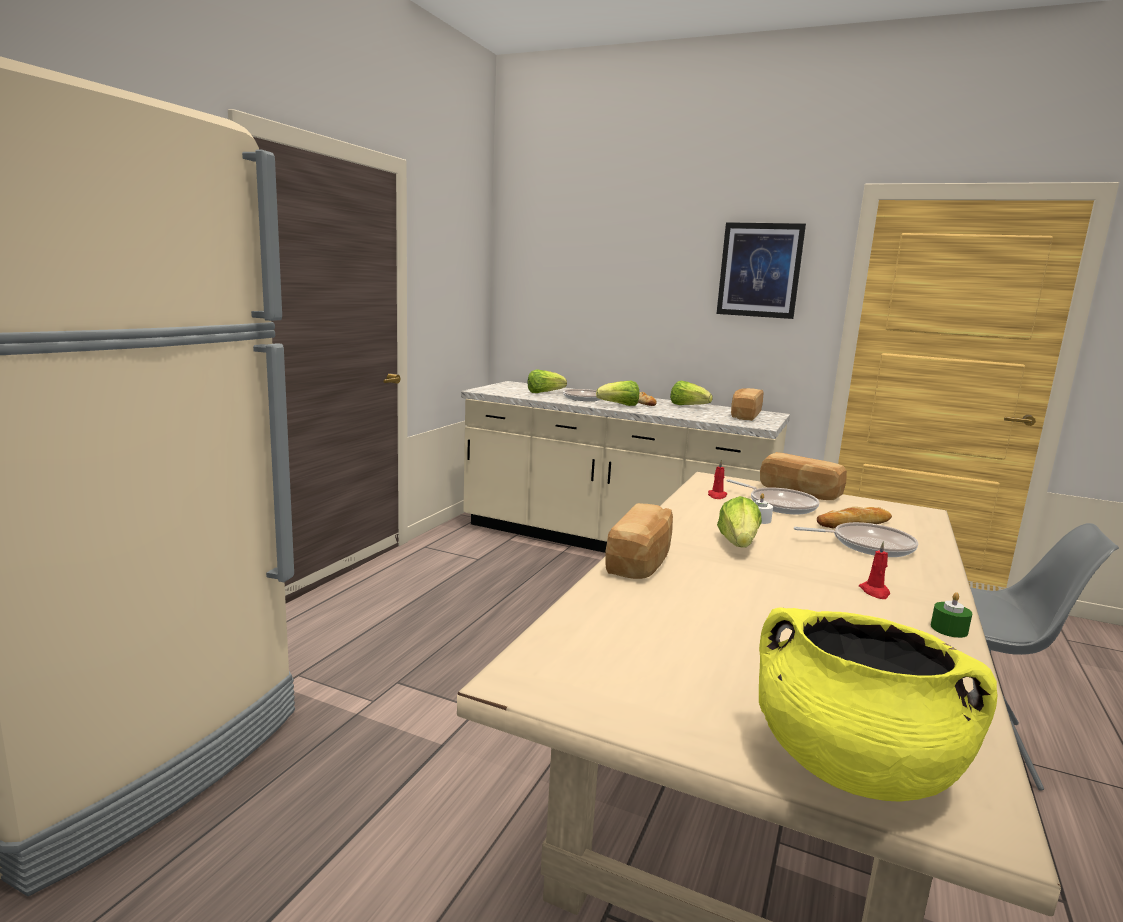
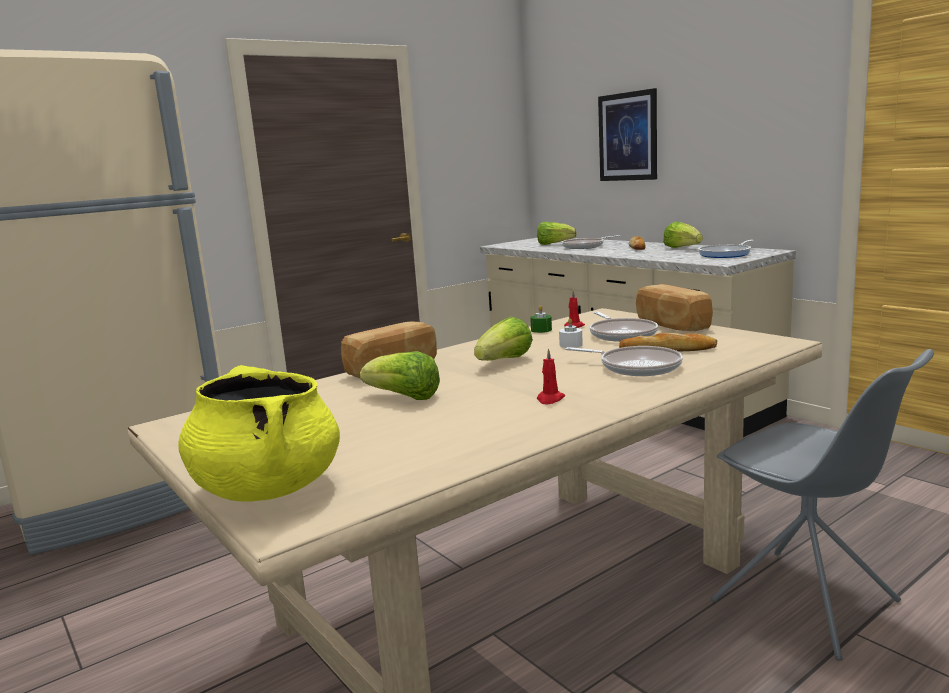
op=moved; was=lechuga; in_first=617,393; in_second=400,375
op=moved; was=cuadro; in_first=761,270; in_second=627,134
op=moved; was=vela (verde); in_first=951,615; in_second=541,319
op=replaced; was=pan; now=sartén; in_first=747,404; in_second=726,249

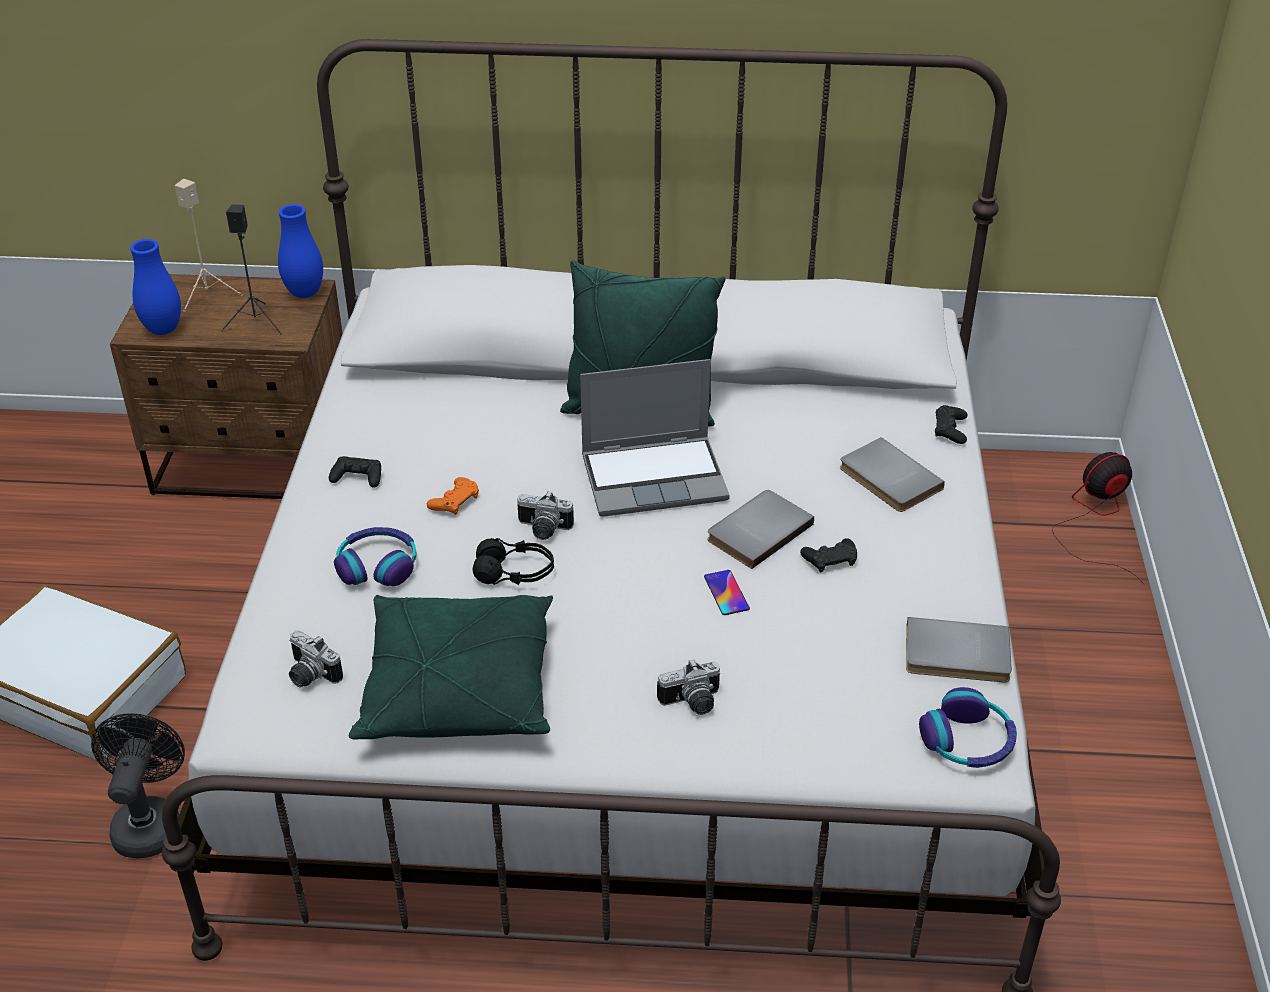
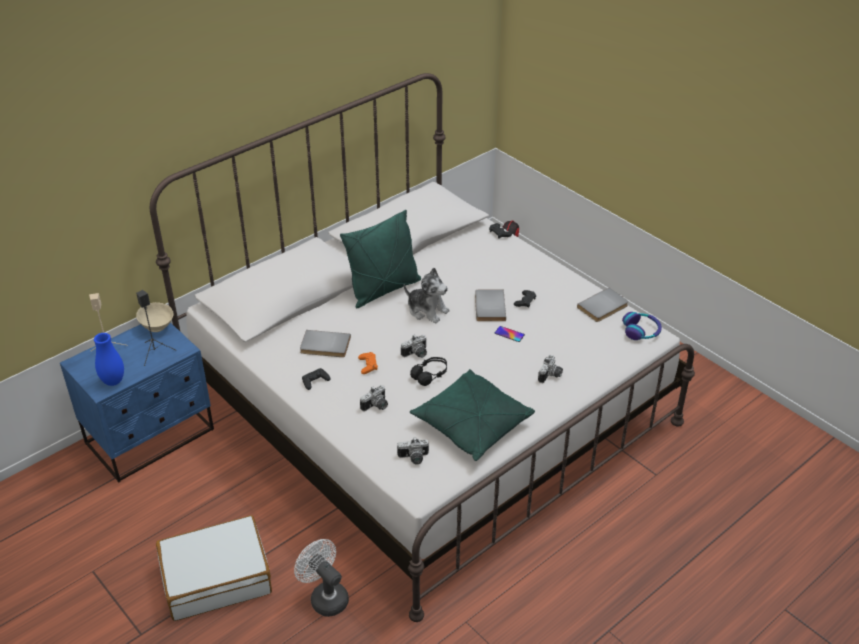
op=moved; was=libro (gris); in_first=892,474; in_second=325,343
op=replaced; was=florero (azul); now=cuenco (beis); in_first=300,251; in_second=155,317
op=replaced; was=auriculares; now=cámara; in_first=375,556; in_second=374,398
op=replaced; was=portátil; now=peluche; in_first=655,438; in_second=427,295
op=recoloured; was=ventilador (negro); now=ventilador (blanco); in_first=138,785; in_second=321,578
op=recoloured; was=mesita de noche (marrón); now=mesita de noche (azul); in_first=226,386; in_second=137,402

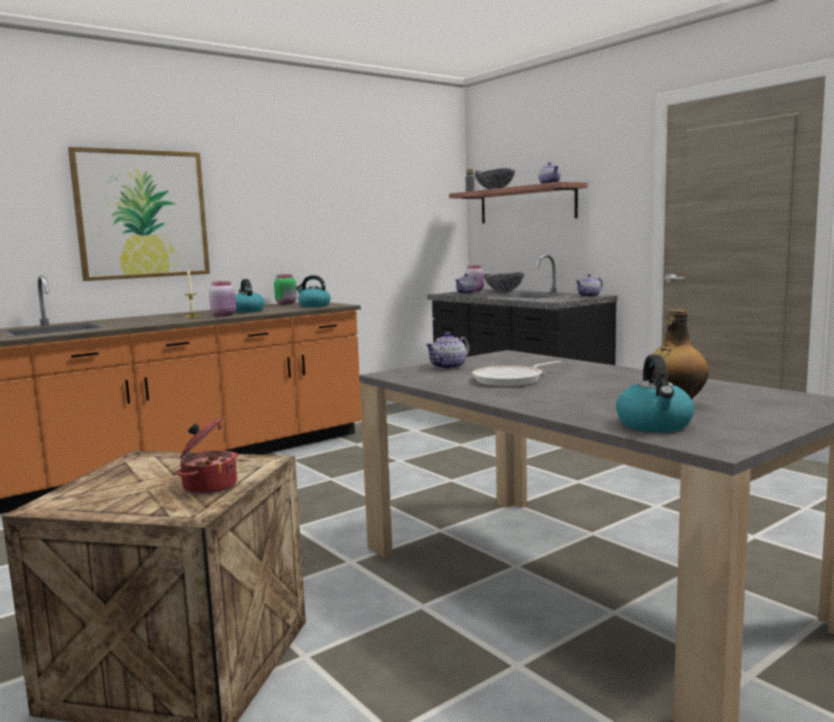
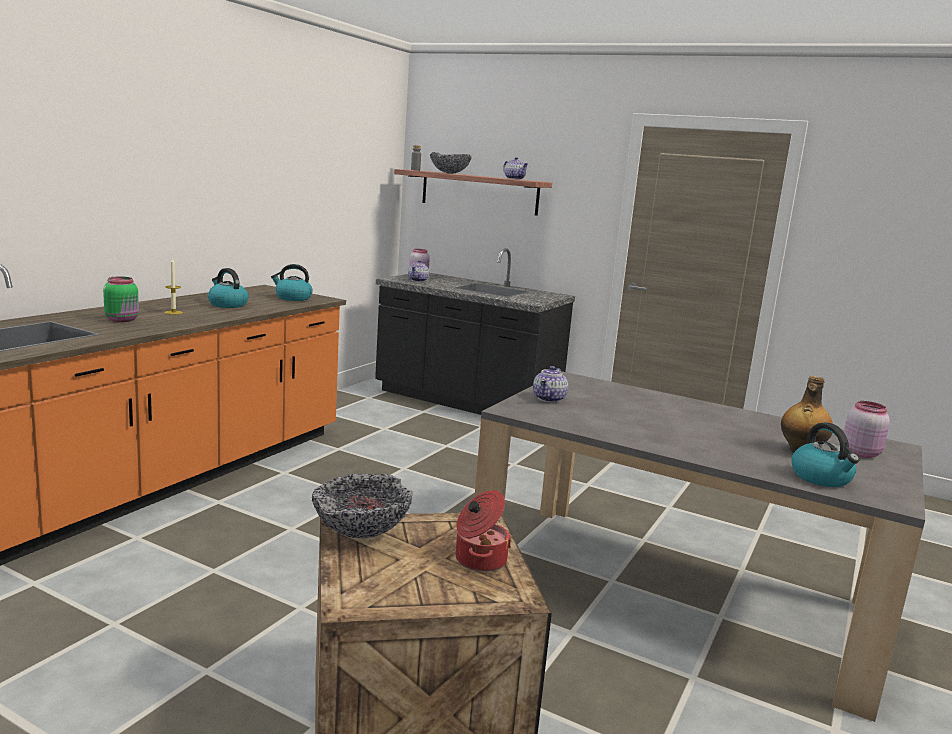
op=removed; was=cuadro; in_first=139,214
op=removed; was=sartén; in_first=516,374
op=removed; was=tetera; in_first=589,285
op=moved; was=tarro (rosa); in_first=222,298; in_second=867,429
op=moved; was=tarro (verde); in_first=285,289; in_second=121,299
op=moved; was=cuenco; in_first=504,282; in_second=362,506

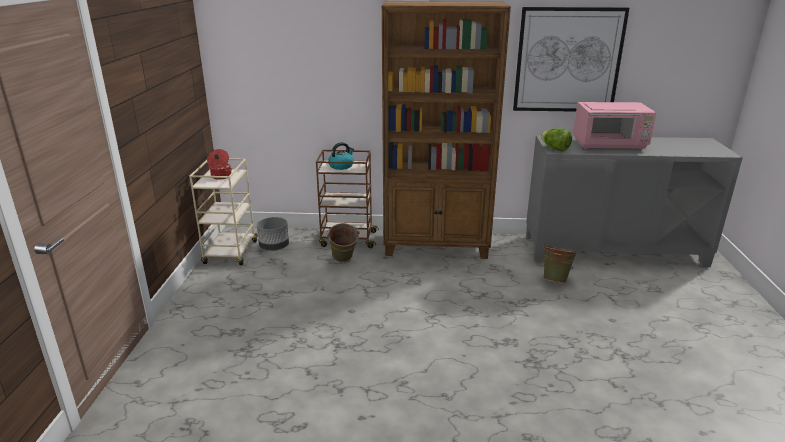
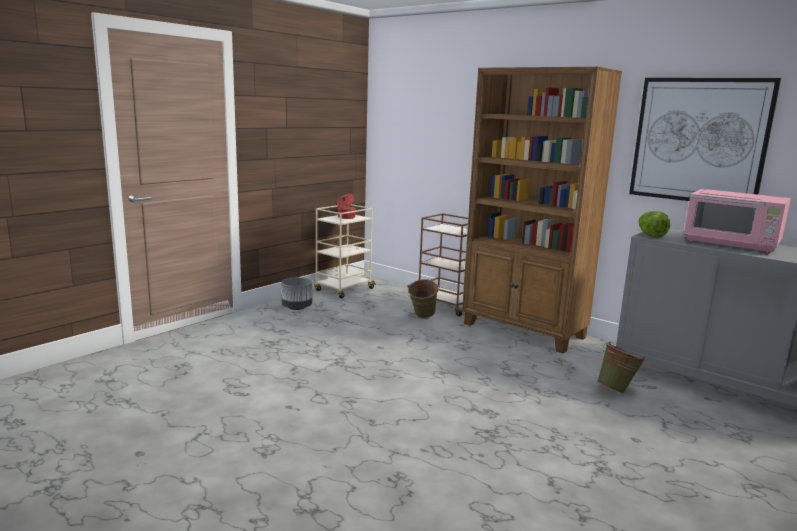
op=removed; was=hervidor; in_first=341,156
op=moved; was=maceta (gris); in_first=273,234; in_second=296,293

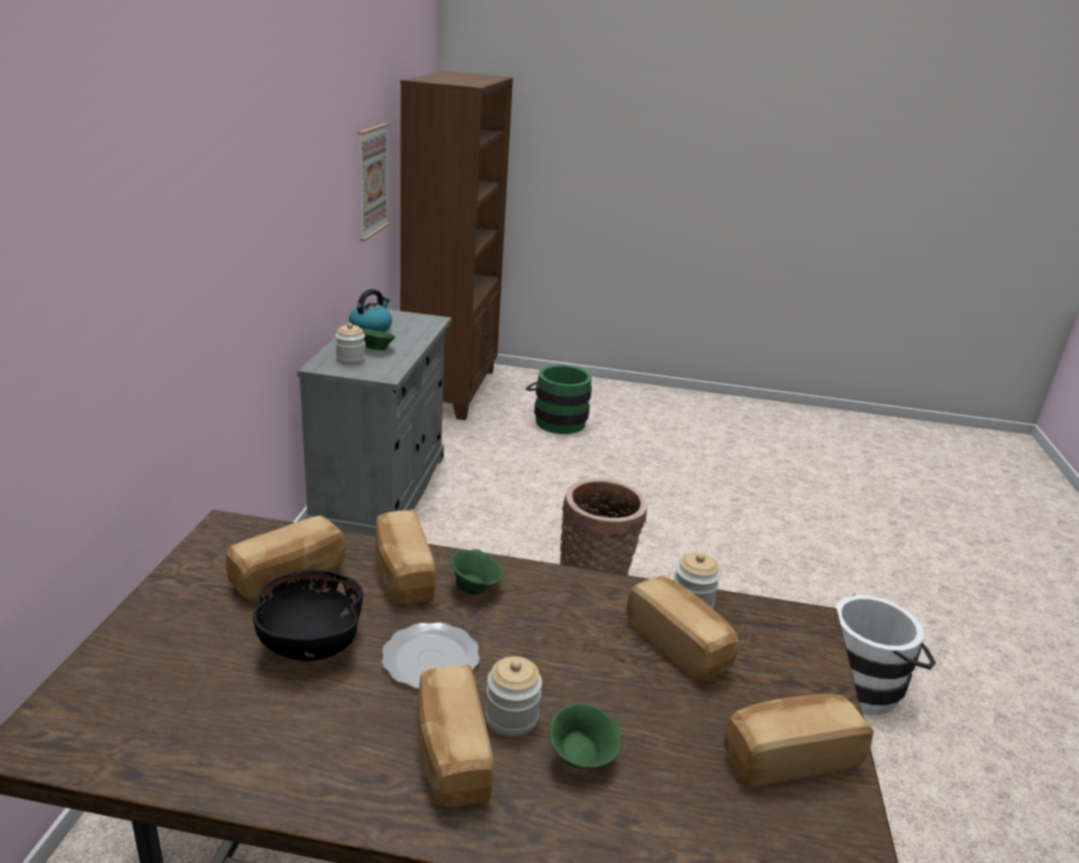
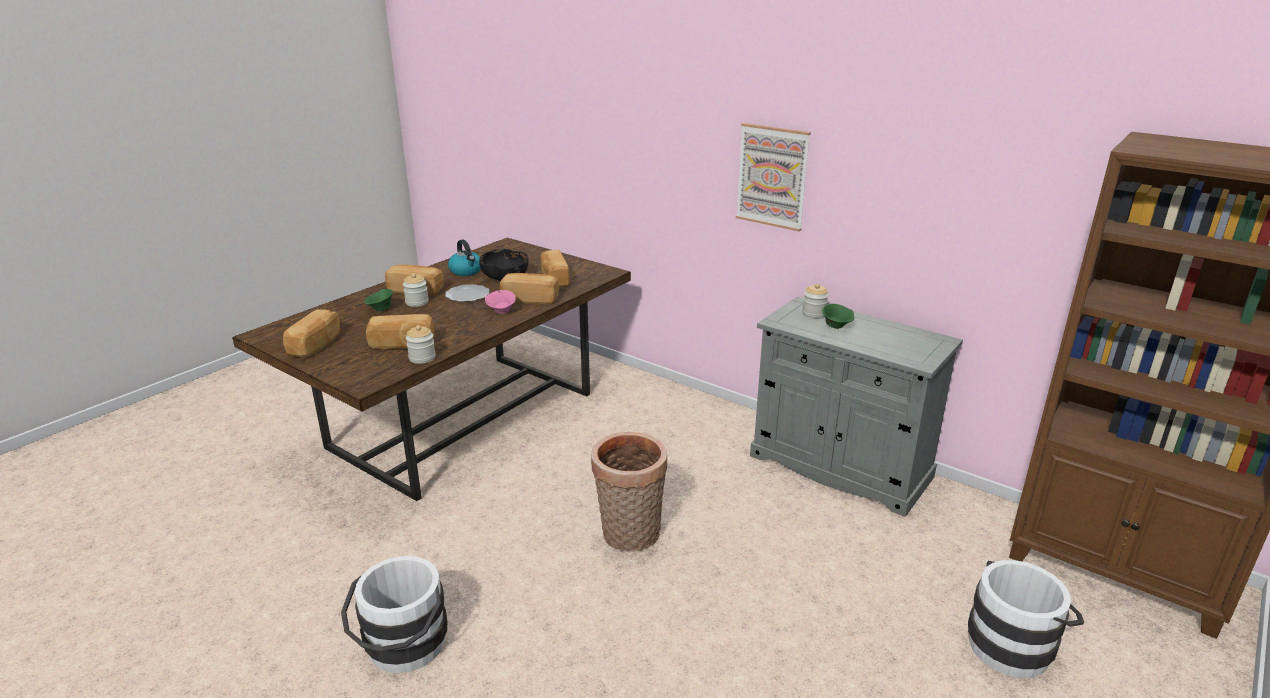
op=moved; was=hervidor; in_first=370,310; in_second=464,257
op=moved; was=cuadro; in_first=374,182; in_second=773,177
op=recoloured; was=cuenco (verde); now=cuenco (rosa); in_first=477,572; in_second=500,302
op=recoloured; was=cubo (verde); now=cubo (blanco); in_first=559,399; in_second=1026,619

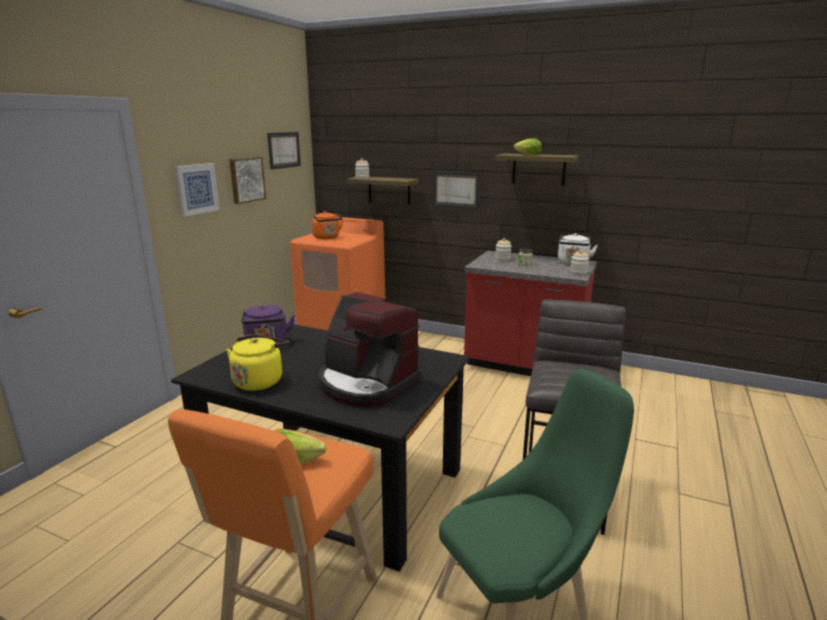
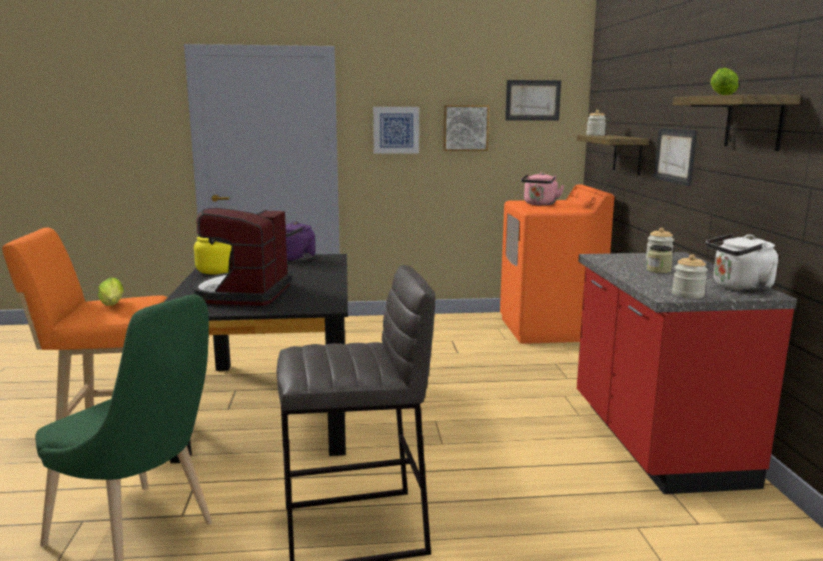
op=recoloured; was=hervidor (naranja); now=hervidor (rosa); in_first=327,225; in_second=542,188

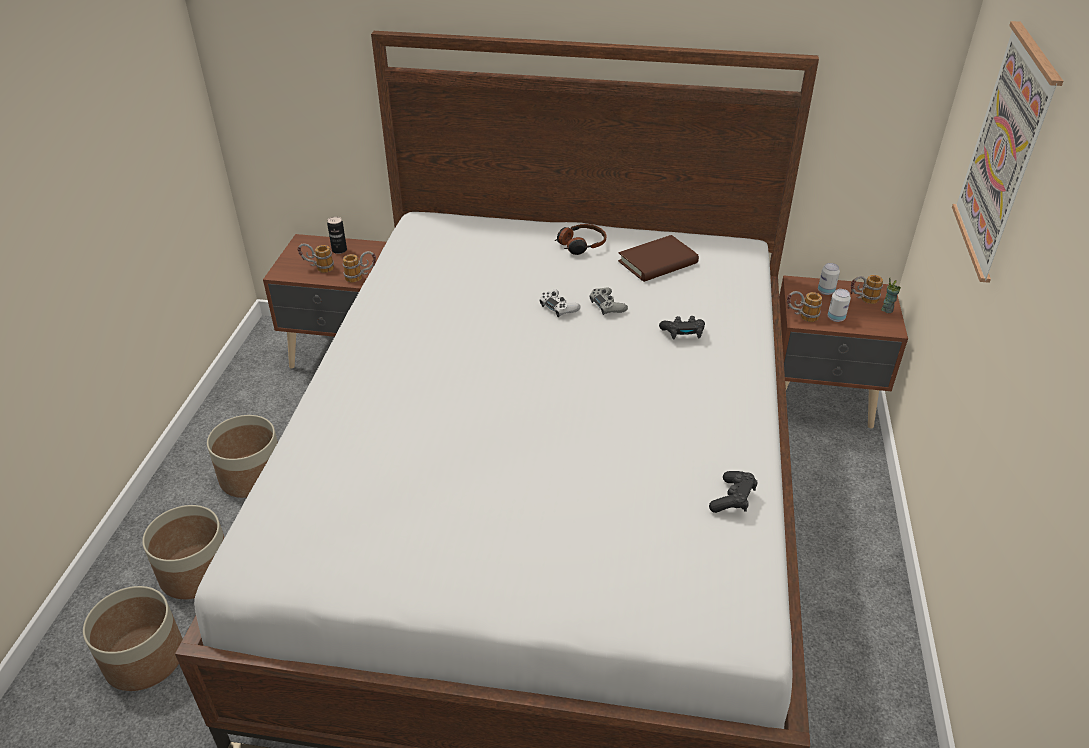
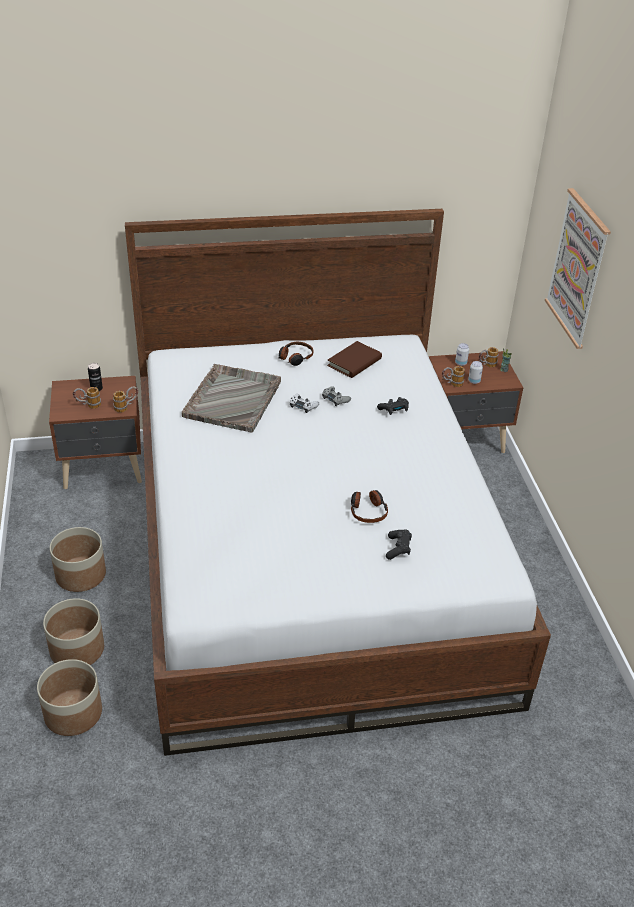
op=added; now=bandeja (gris); in_second=231,398
op=added; now=auriculares; in_second=369,506
op=moved; was=mando de consola (negro); in_first=733,492; in_second=399,545

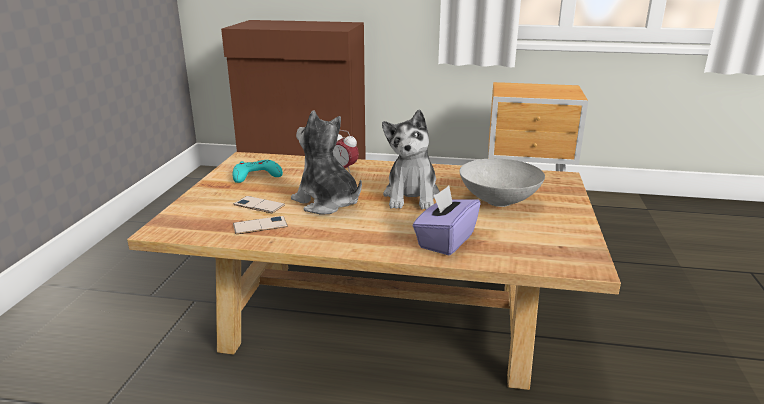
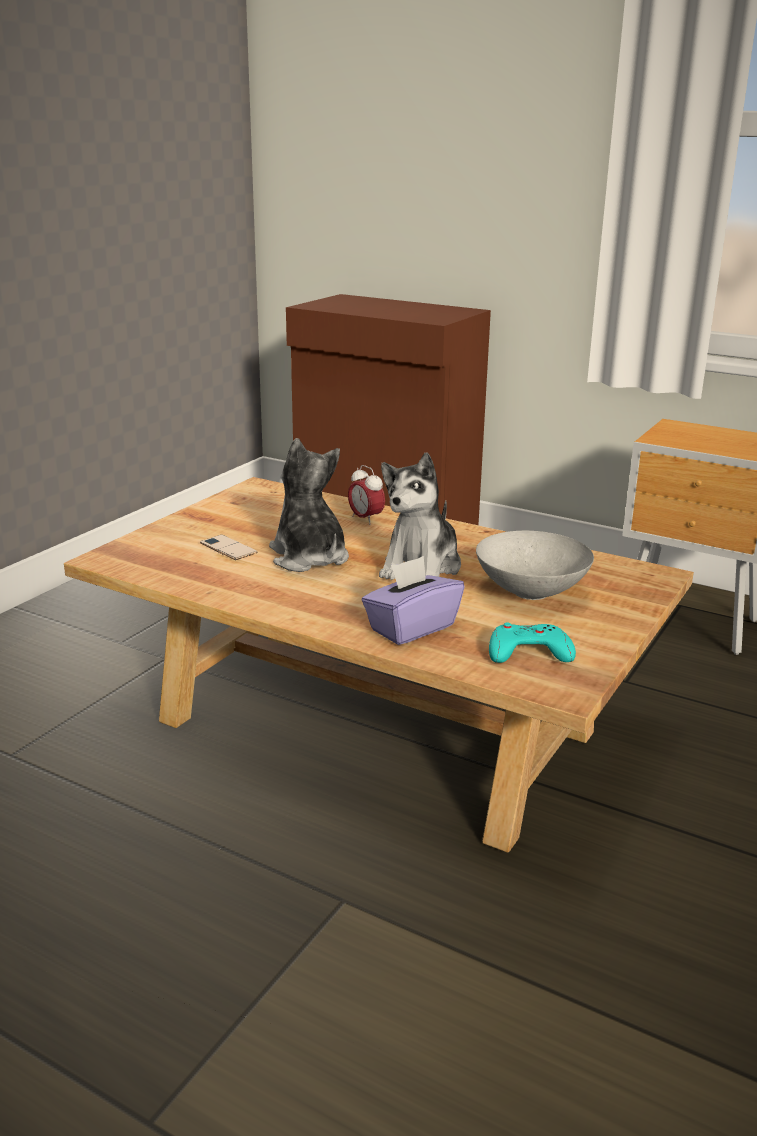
op=removed; was=móvil; in_first=260,225
op=moved; was=mando de consola (turquesa); in_first=257,171; in_second=532,643

